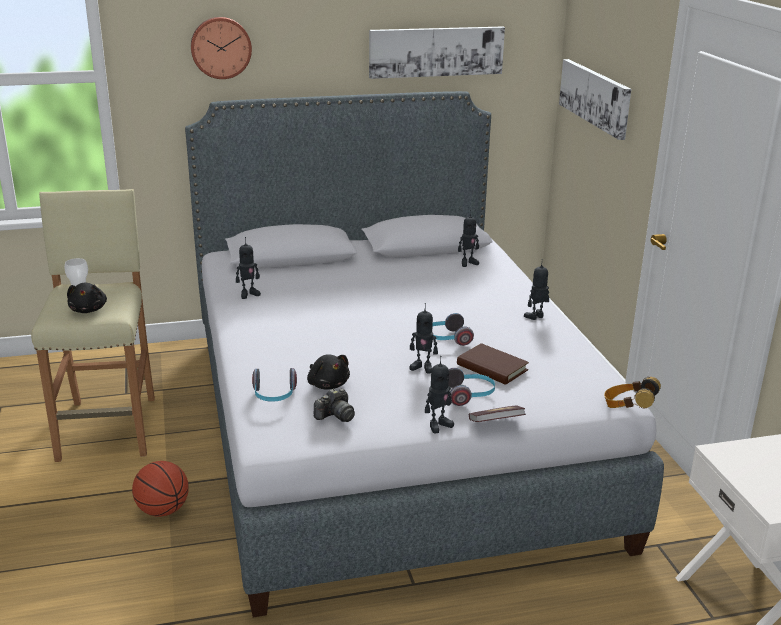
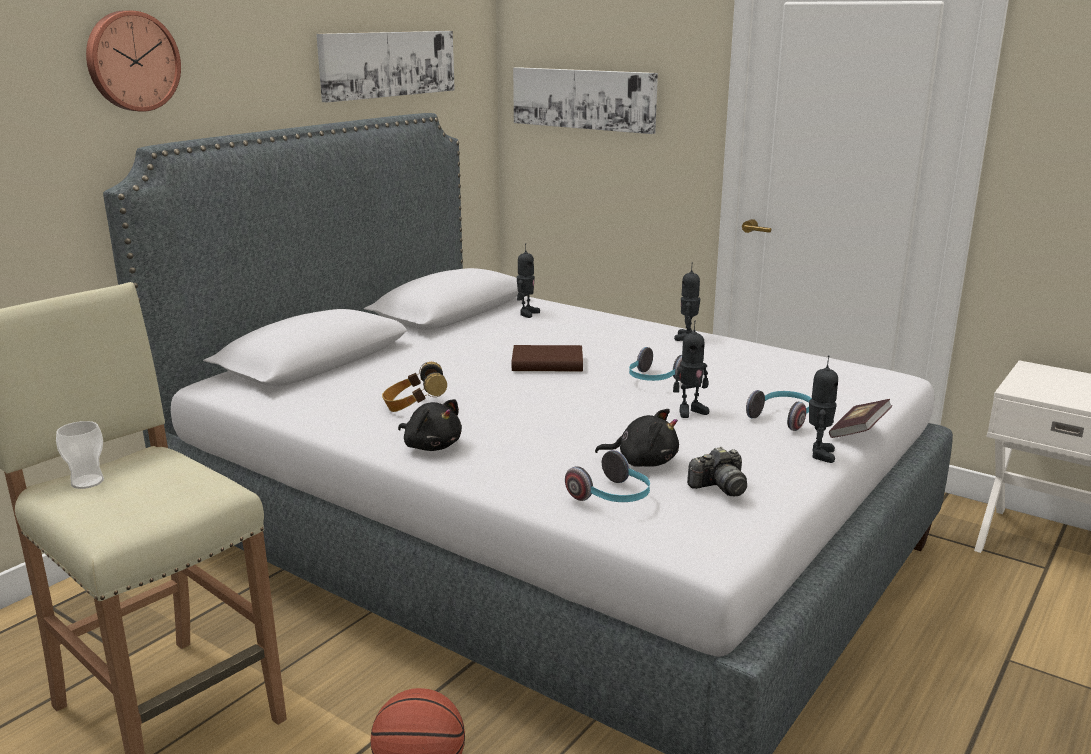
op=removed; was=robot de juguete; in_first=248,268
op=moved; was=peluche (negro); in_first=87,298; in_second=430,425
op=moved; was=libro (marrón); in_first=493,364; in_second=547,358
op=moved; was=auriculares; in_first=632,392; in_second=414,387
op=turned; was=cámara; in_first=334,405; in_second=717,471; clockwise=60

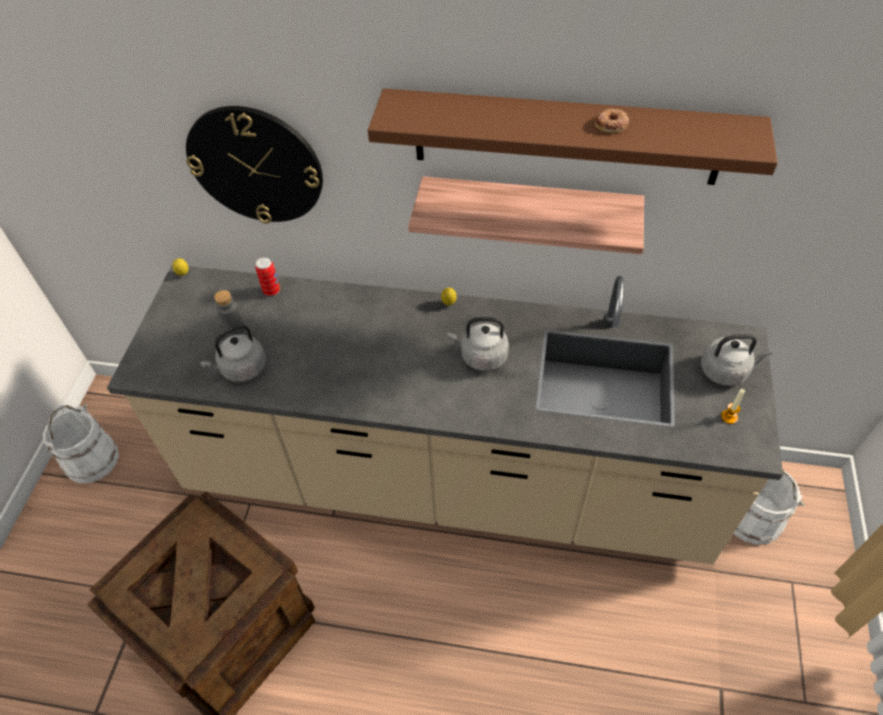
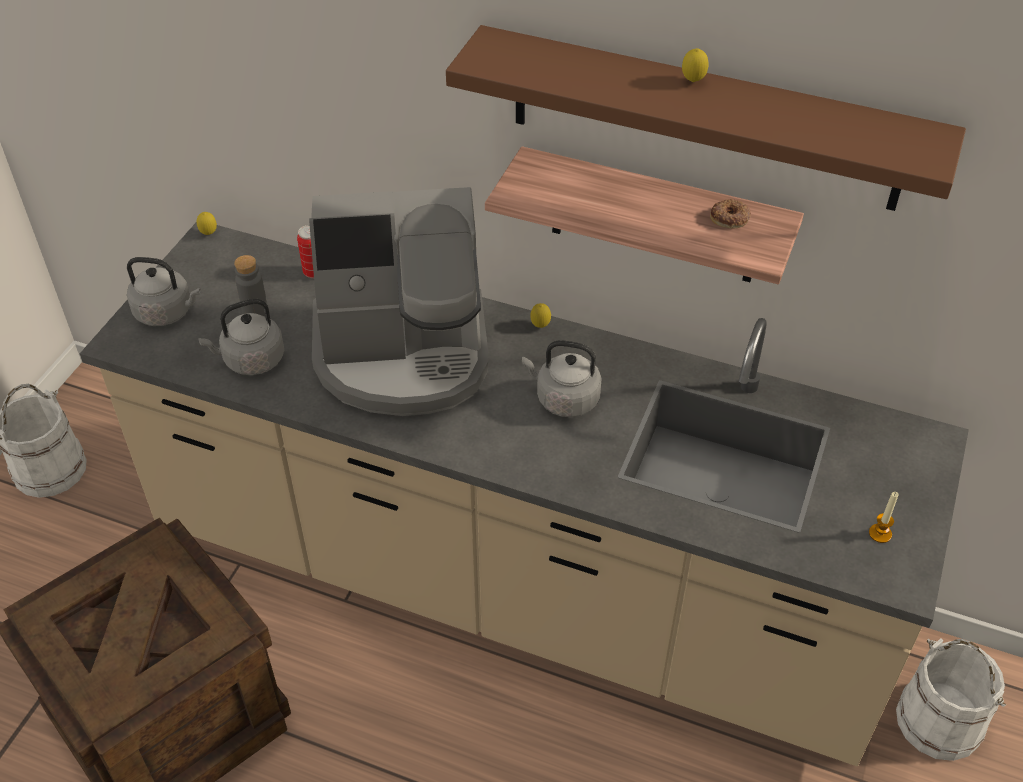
op=removed; was=reloj de pared; in_first=254,165
op=added; now=cafetera; in_second=398,301
op=added; now=limón; in_second=695,65
op=moved; was=rosquilla; in_first=612,120; in_second=730,214
op=moved; was=hervidor (gris); in_first=736,360; in_second=164,291

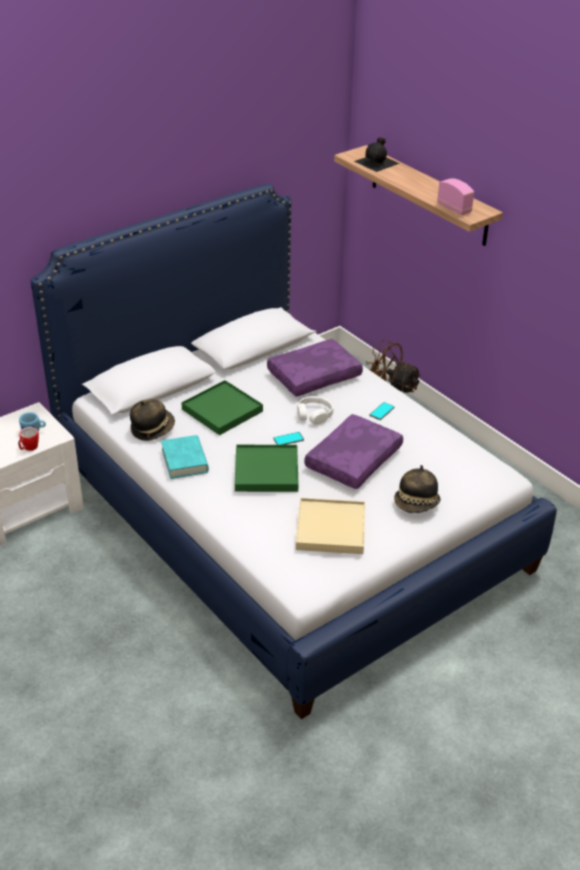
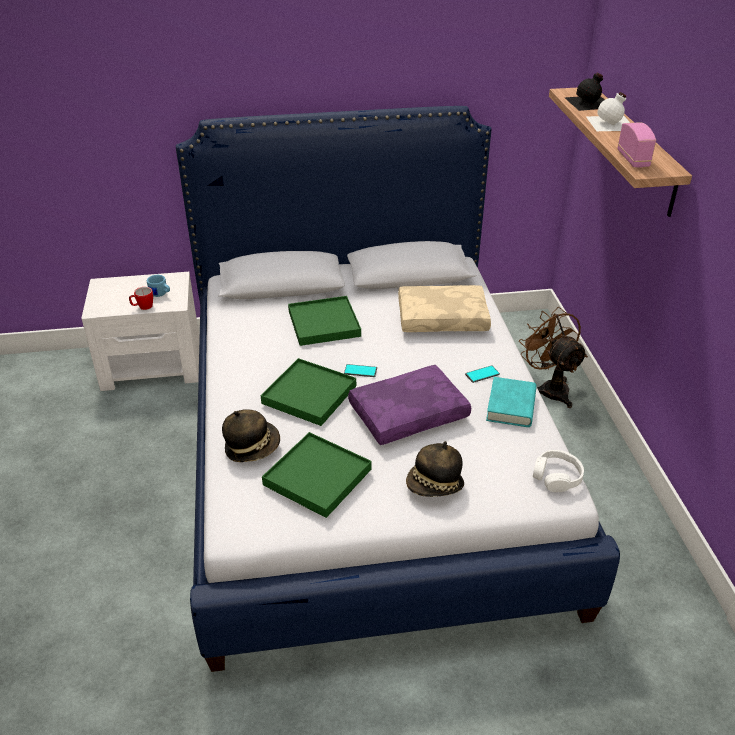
op=added; now=botella (blanco); in_second=608,111
op=moved; was=sombrero; in_first=152,420; in_second=251,436
op=moved; was=libro (turquesa); in_first=185,457; in_second=511,402
op=moved; was=auriculares (blanco); in_first=315,410; in_second=558,471
op=recoloured; was=cojín (morado); now=cojín (beis); in_first=315,368; in_second=444,308
op=recoloured; was=bandeja (beis); now=bandeja (verde); in_first=330,526; in_second=316,475

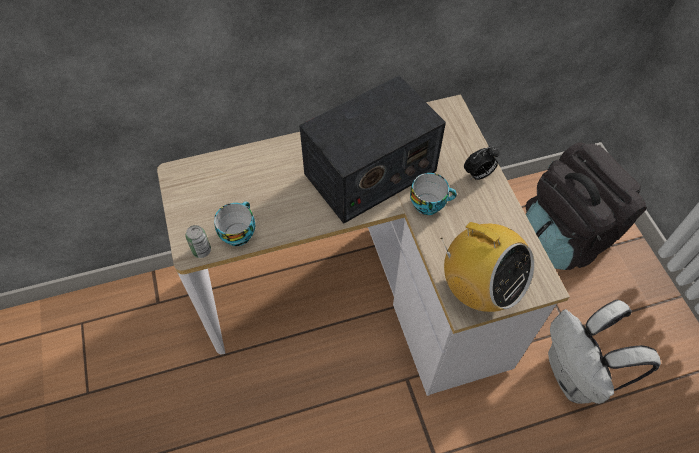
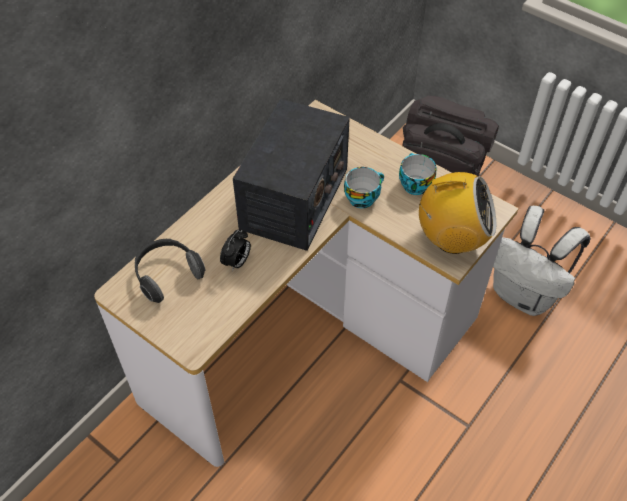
op=removed; was=lata; in_first=198,241
op=added; now=auriculares; in_second=170,271
op=moved; was=taza; in_first=234,224; in_second=417,174
op=moved; was=despertador; in_first=481,163; in_second=235,250

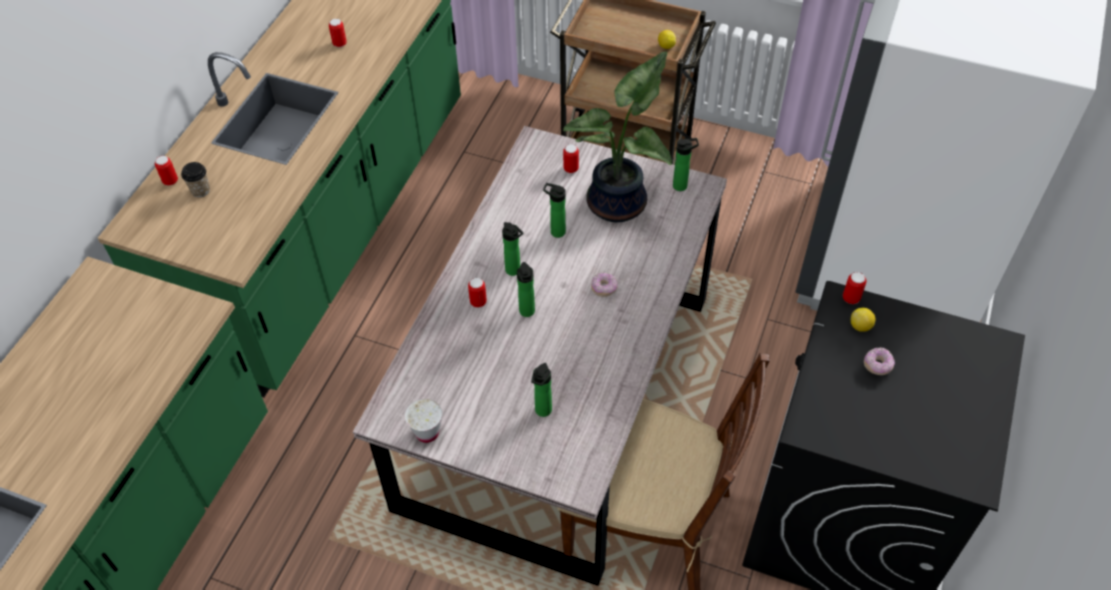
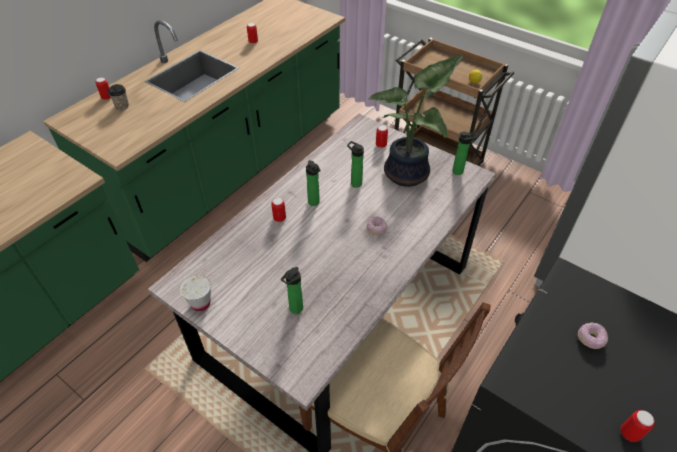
op=removed; was=botella; in_first=526,289
op=removed; was=limón; in_first=863,320
op=moved; was=lata; in_first=855,288; in_second=638,426

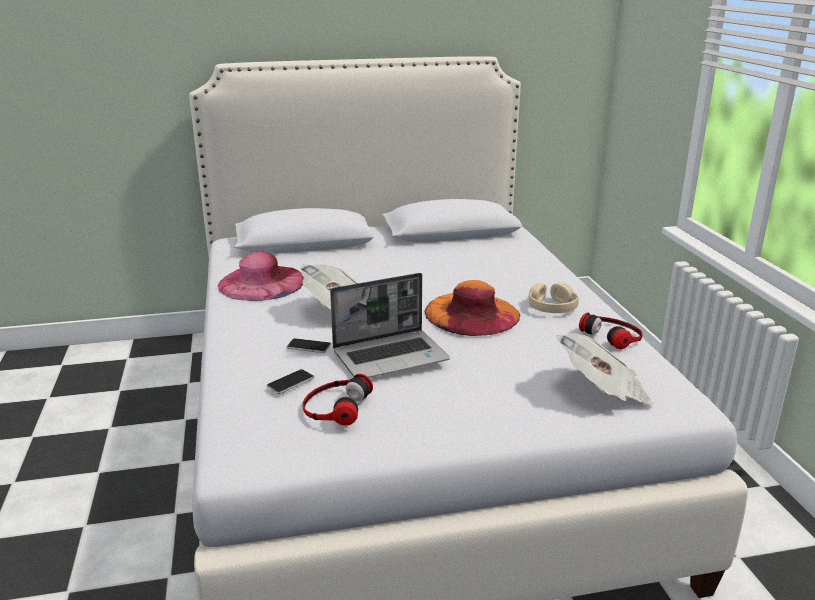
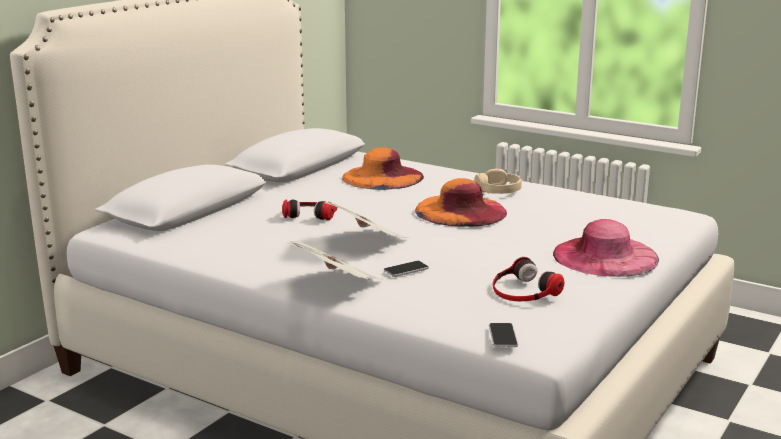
op=removed; was=portátil; in_first=390,325
op=added; now=sombrero (naranja); in_second=383,168
op=moved; was=sombrero (rosa); in_first=260,276; in_second=606,248
op=moved; was=móvil; in_first=290,381; in_second=503,335
op=moved; was=periódico; in_first=605,369; in_second=336,260
op=moved; was=auriculares; in_first=611,331; in_second=309,210

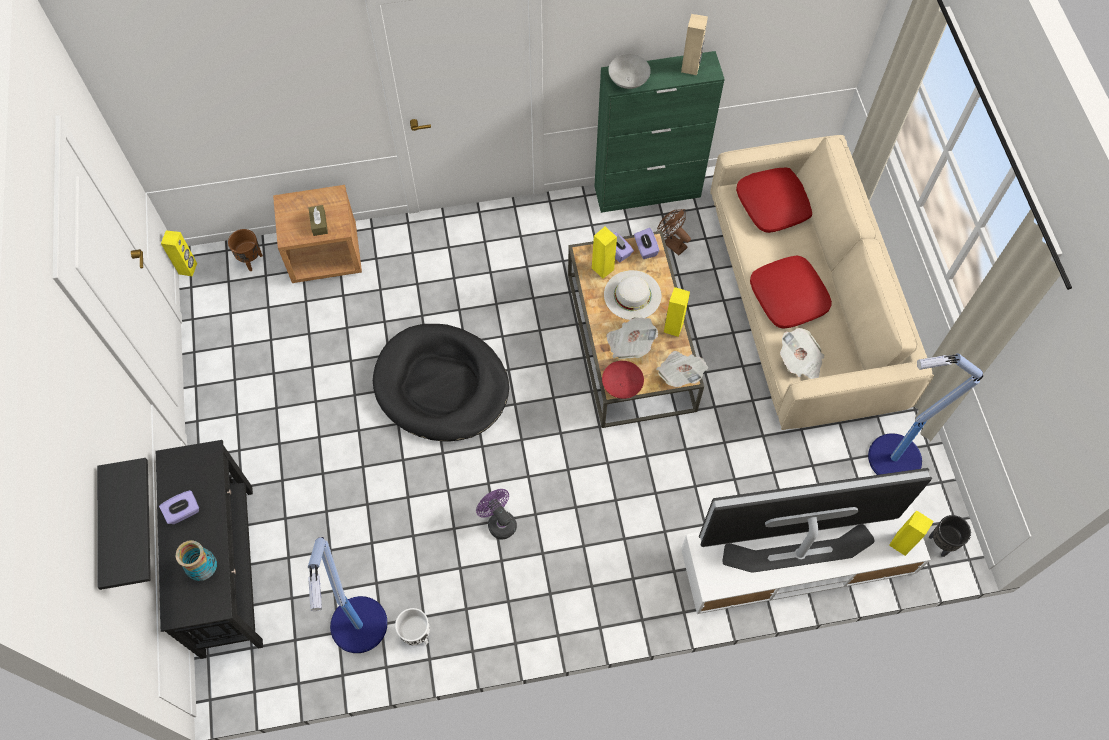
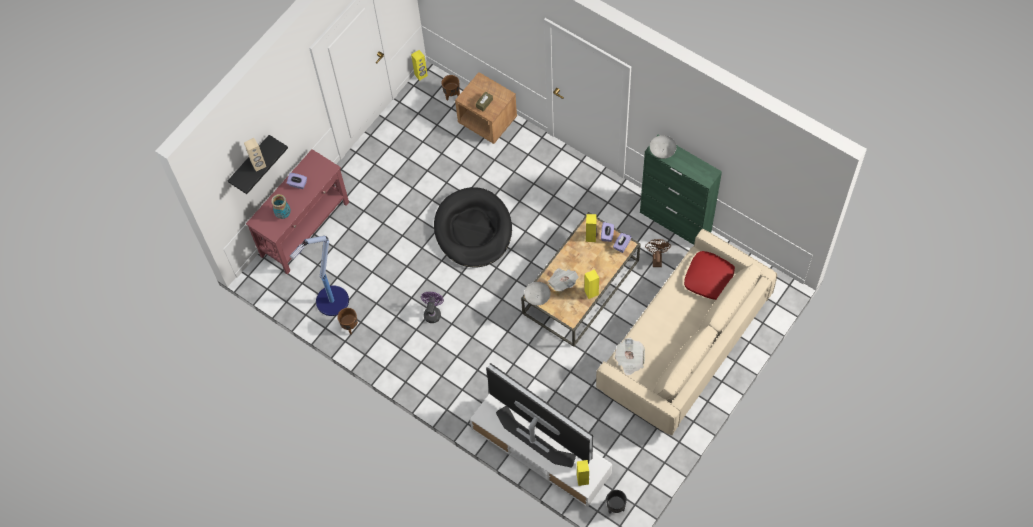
op=removed; was=sombrero (blanco); in_first=632,295
op=removed; was=periódico; in_first=682,369
op=removed; was=cojín (rojo); in_first=791,292
op=removed; was=lámpara de pie; in_first=925,414
op=moved; was=altavoz (beis); in_first=694,44; in_second=255,154
op=recoloured; was=mesa consola (negro); now=mesa consola (rojo); in_first=209,549; in_second=297,211
op=recoloured; was=maceta (blanco); now=maceta (marrón); in_first=412,626; in_second=347,321
op=recoloured; was=cuenco (rojo); now=cuenco (gris); in_first=623,380; in_second=537,294

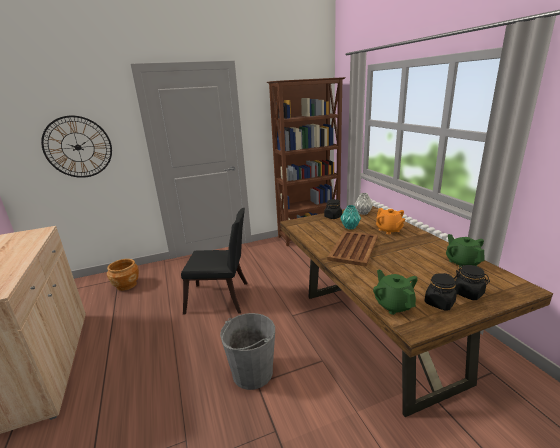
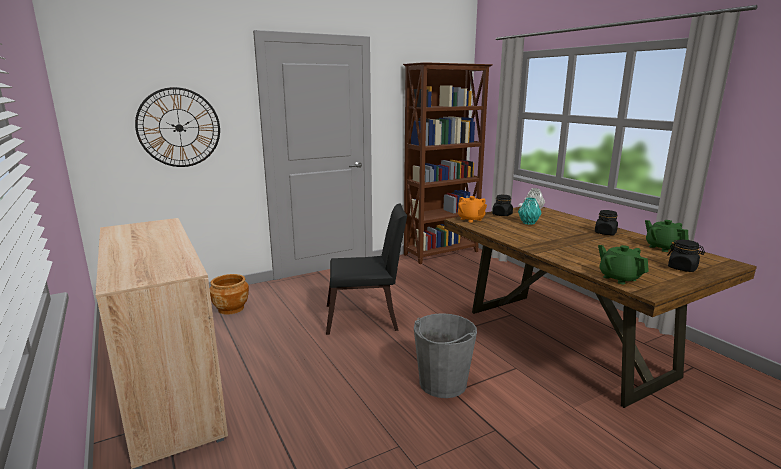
op=removed; was=bandeja (marrón); in_first=352,249
op=moved; was=tetera (naranja); in_first=390,221; in_second=472,209
op=moved; was=tarro (negro); in_first=440,292; in_second=606,222

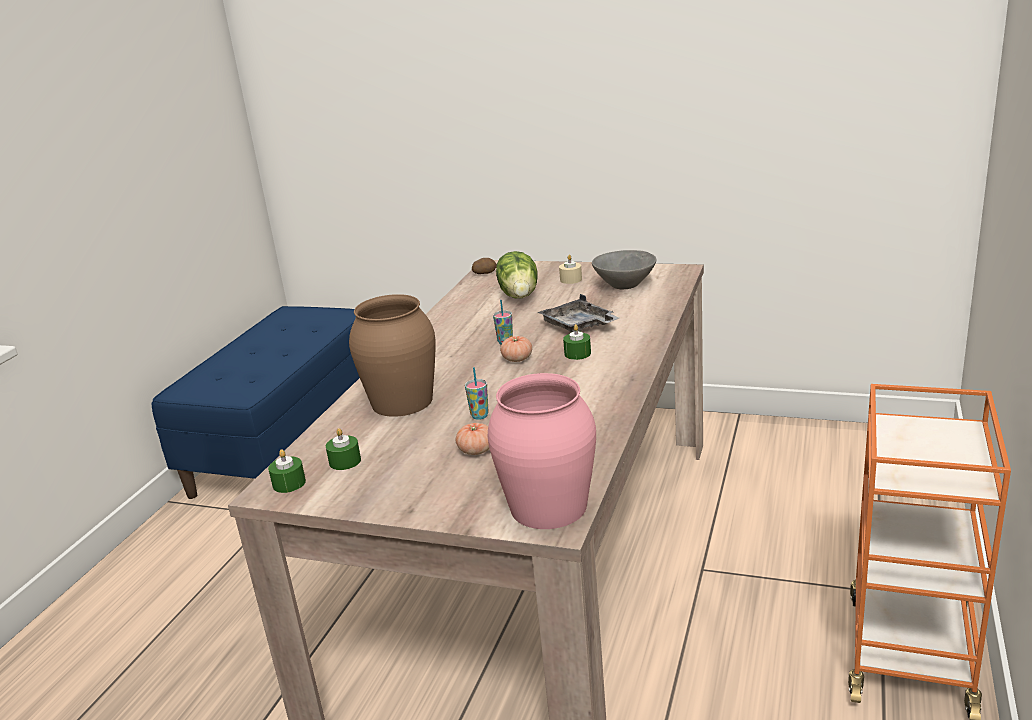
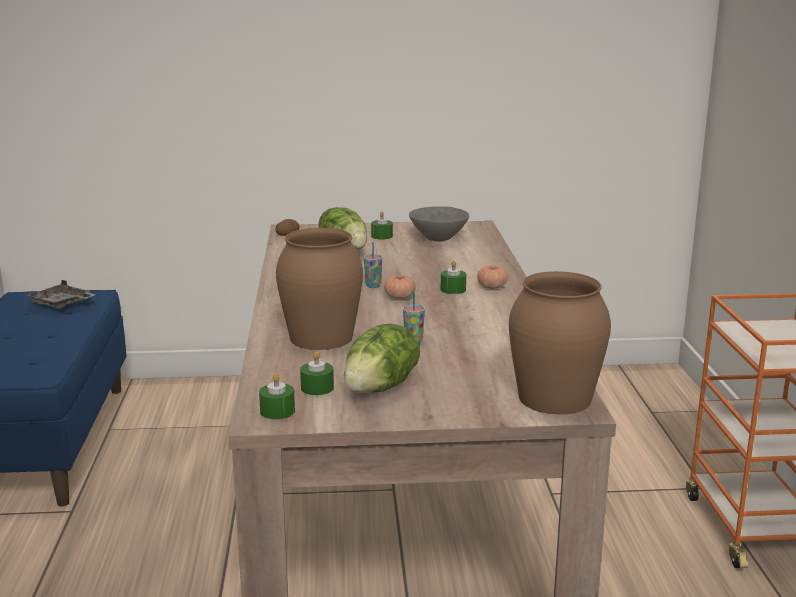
op=added; now=lechuga; in_second=382,358
op=moved; was=tomate; in_first=473,439; in_second=492,277
op=moved; was=bandeja (gris); in_first=578,313; in_second=60,294
op=recoloured; was=florero (rosa); now=florero (marrón); in_first=542,451; in_second=560,343
op=recoloured; was=vela (beis); now=vela (verde); in_first=570,269; in_second=382,225

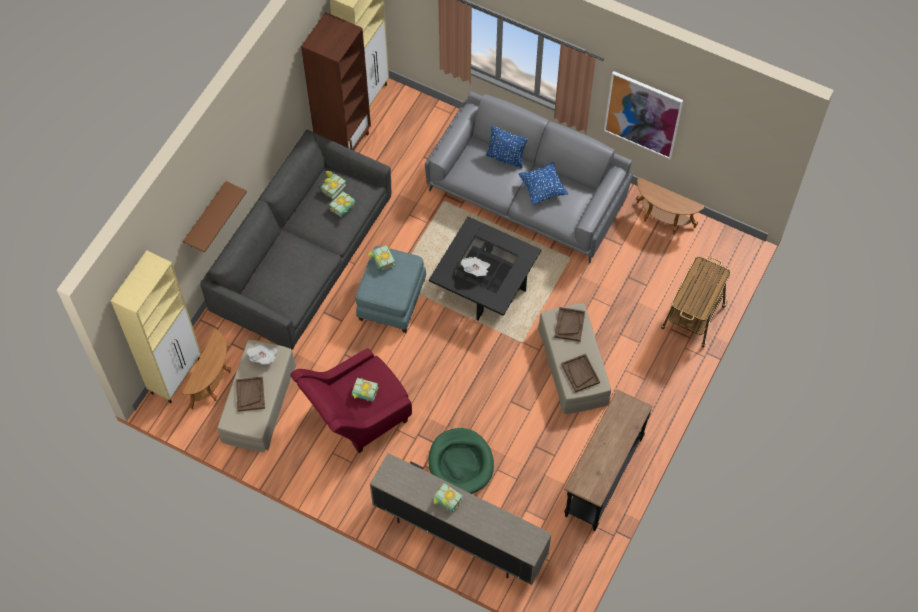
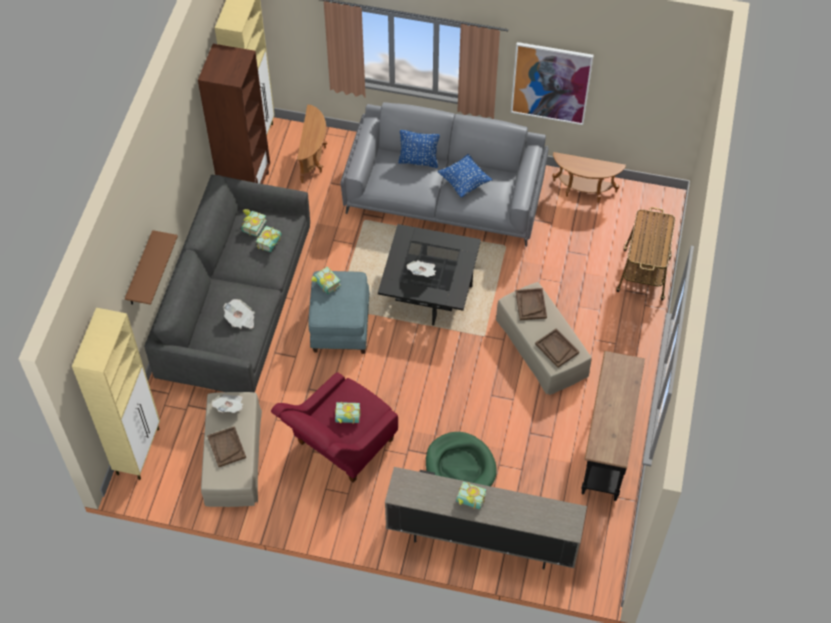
op=added; now=periódico; in_second=239,314
op=moved; was=mesa auxiliar (marrón); in_first=206,369; in_second=312,144

